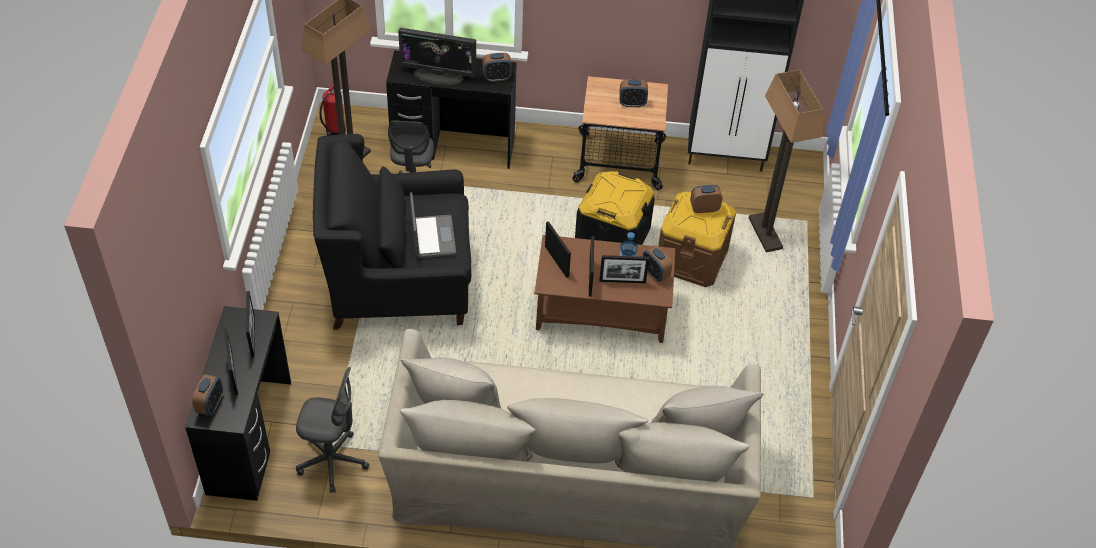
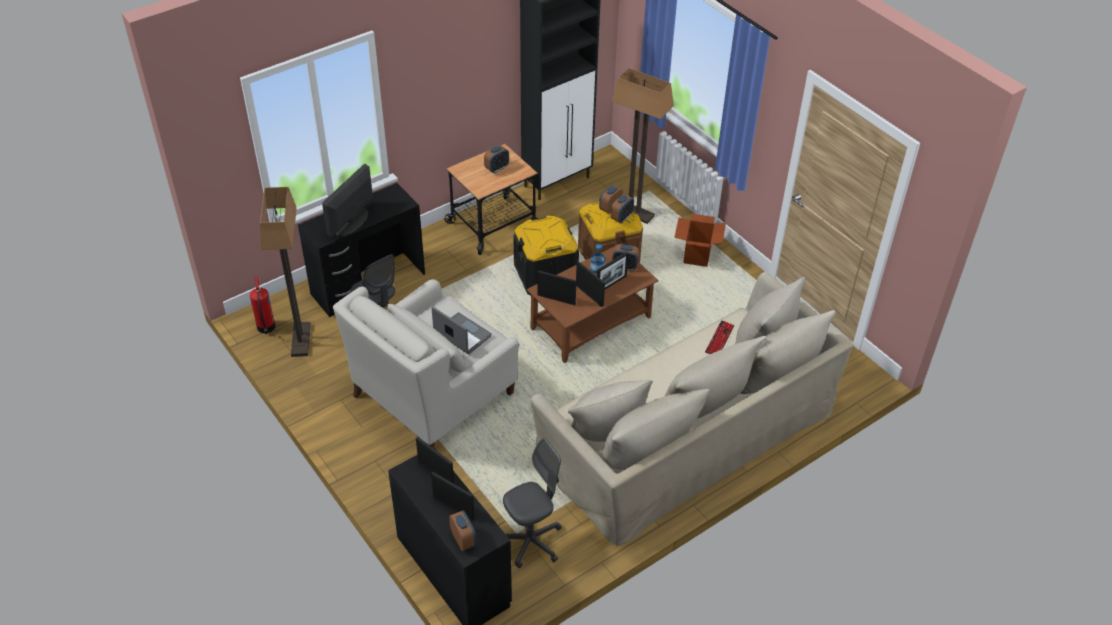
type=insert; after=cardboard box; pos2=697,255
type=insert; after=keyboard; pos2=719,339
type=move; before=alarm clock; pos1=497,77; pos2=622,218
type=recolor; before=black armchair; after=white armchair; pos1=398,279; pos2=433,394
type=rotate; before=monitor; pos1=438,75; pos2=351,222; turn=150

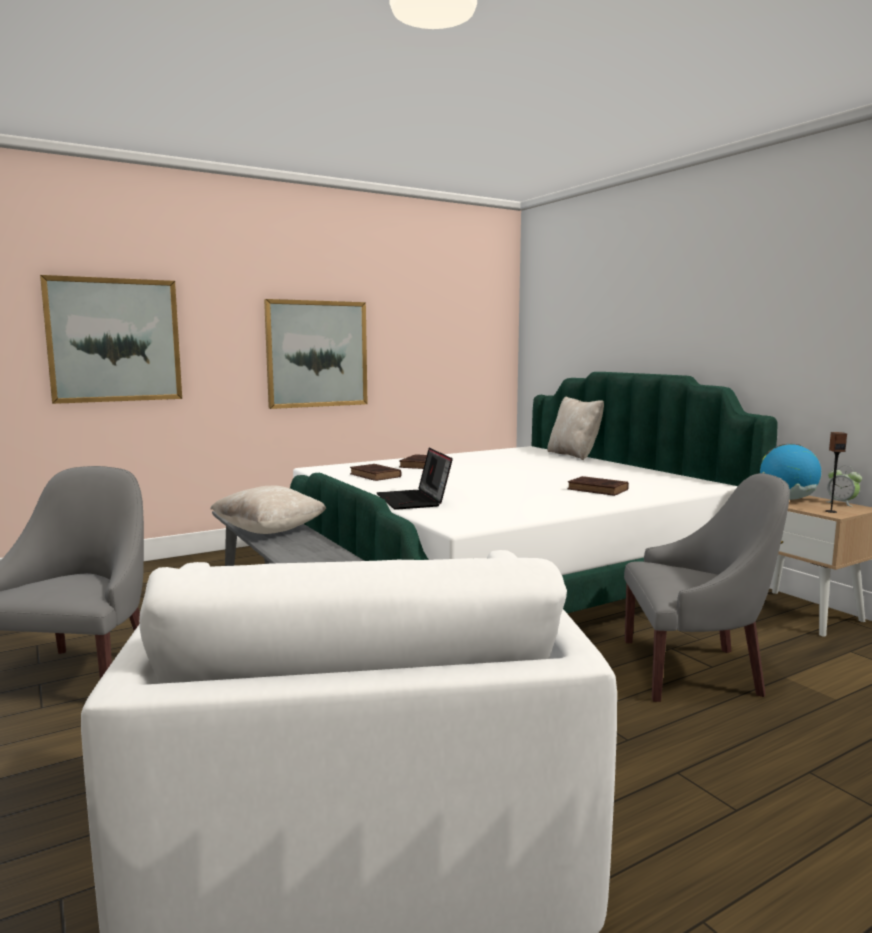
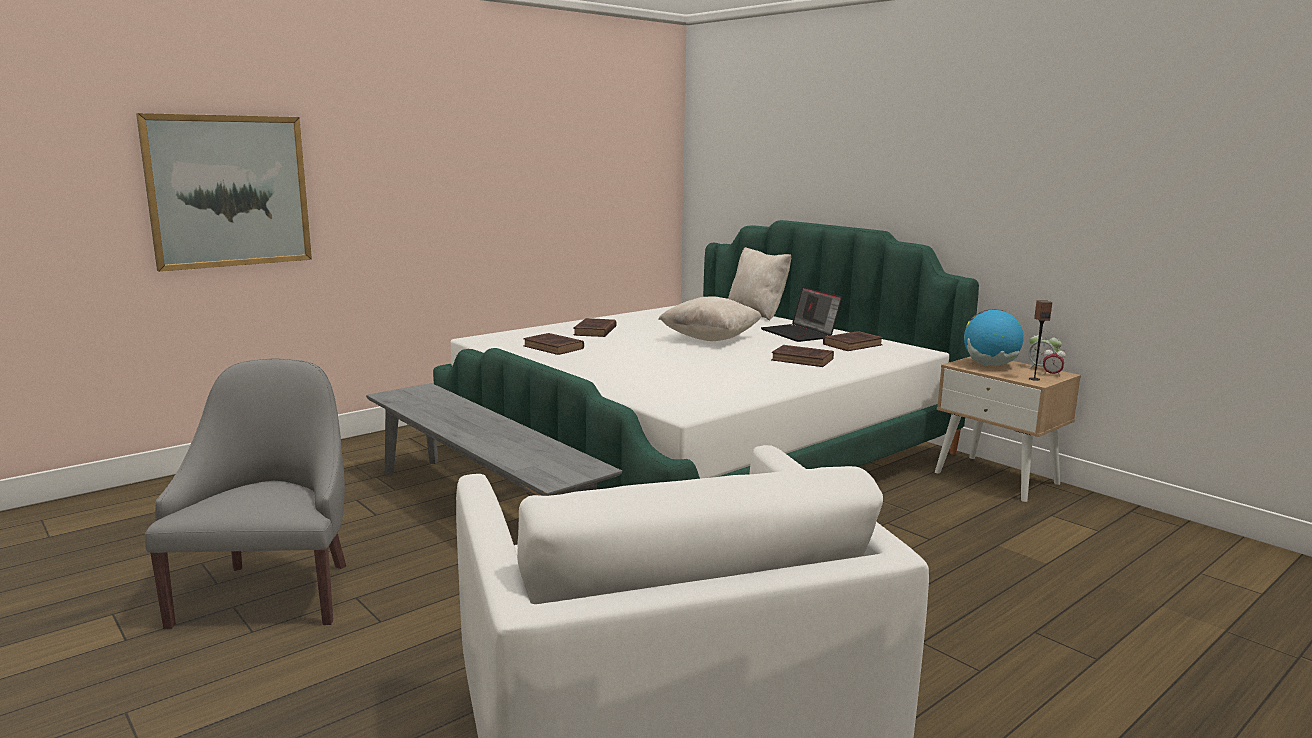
type=delete; before=picture; pos1=317,354
type=delete; before=grey armchair; pos1=694,670
type=insert; after=brown book; pos2=853,344
type=insert; after=alarm clock; pos2=1051,375
type=move; before=beige pillow; pos1=269,530; pos2=710,338
type=move; before=laptop; pos1=414,500; pos2=800,334

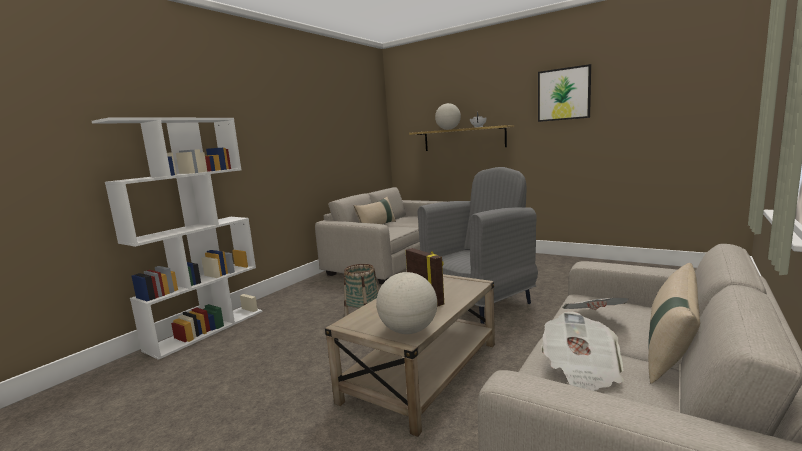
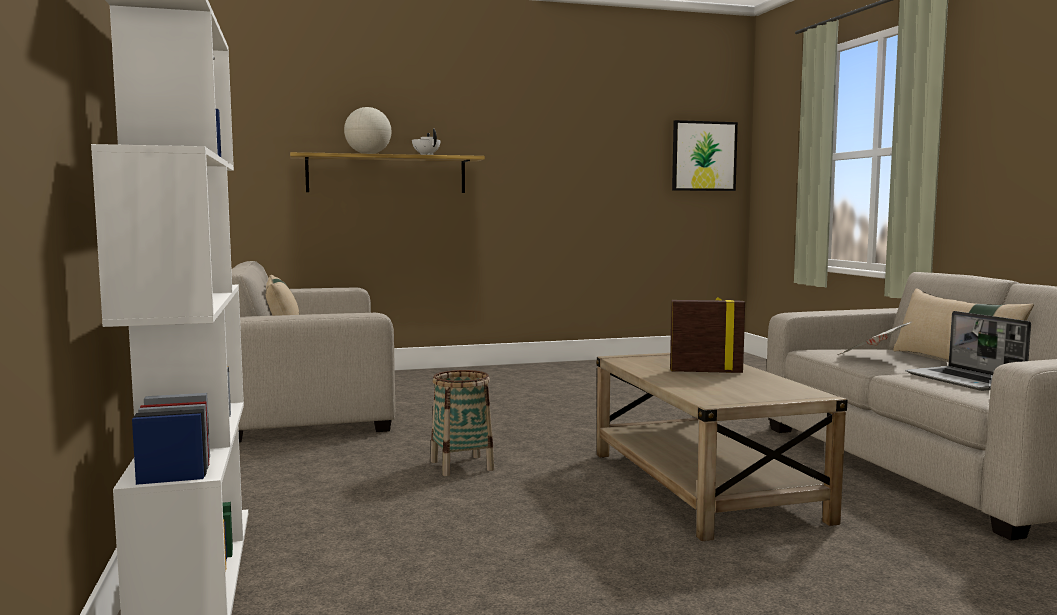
type=delete; before=globe; pos1=408,331
type=delete; before=grey armchair; pos1=479,301
type=move; before=picture; pos1=563,94; pos2=703,156
type=replace; before=newspaper; after=laptop; pos1=581,370; pos2=965,381

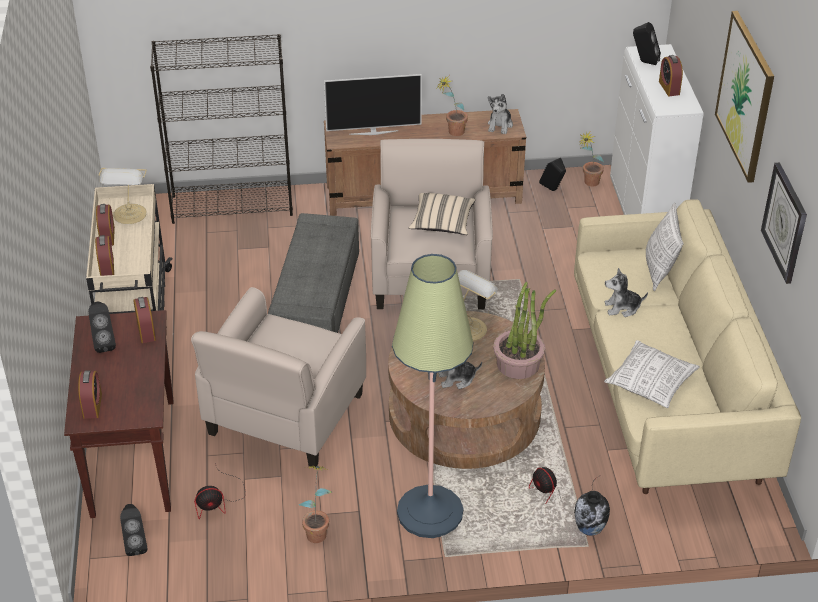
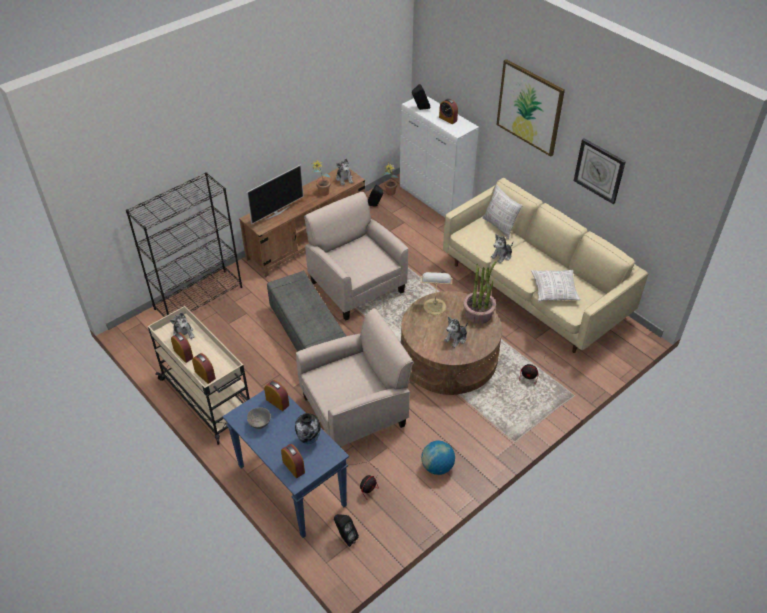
type=delete; before=floor lamp; pos1=430,512
type=delete; before=beige pillow; pos1=442,223
type=move; before=vase; pos1=589,530; pos2=309,439
type=replace; before=black speaker; after=grey bowl; pos1=104,343; pos2=259,424
type=replace; before=table lamp; after=plush toy; pos1=129,215; pos2=183,333
type=replace; before=potted plant; after=globe; pos1=318,530; pos2=437,467
type=recolor; before=brown console table; after=blue console table; pos1=132,456; pos2=290,485
type=rotate; before=beige armchair; pos1=285,416; pos2=355,411; turn=-105

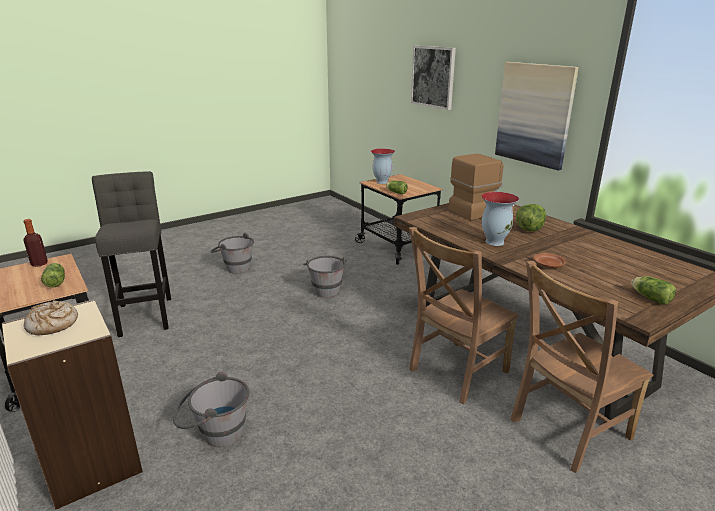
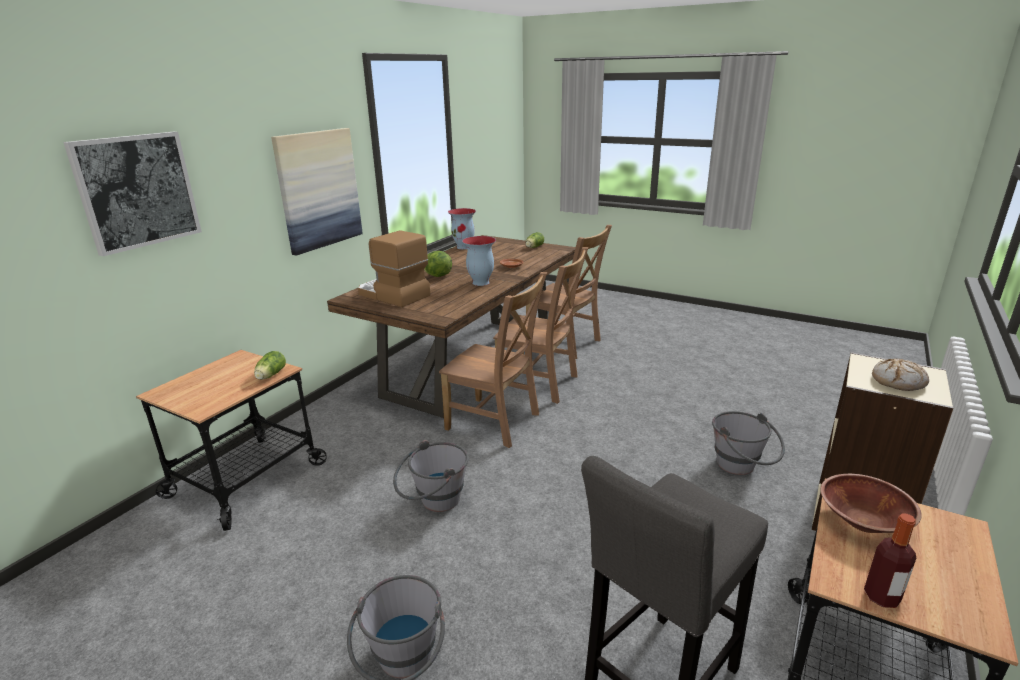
type=insert; after=brown chair; pos2=496,423
type=move; before=vase; pos1=382,182; pos2=464,247
type=replace; before=lettuce; after=brown bowl; pos1=56,281; pos2=864,521

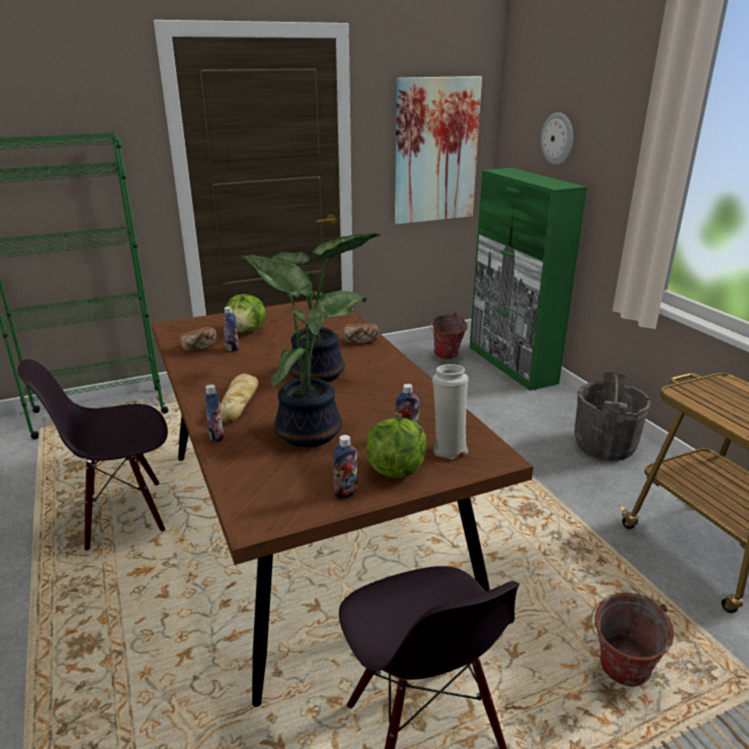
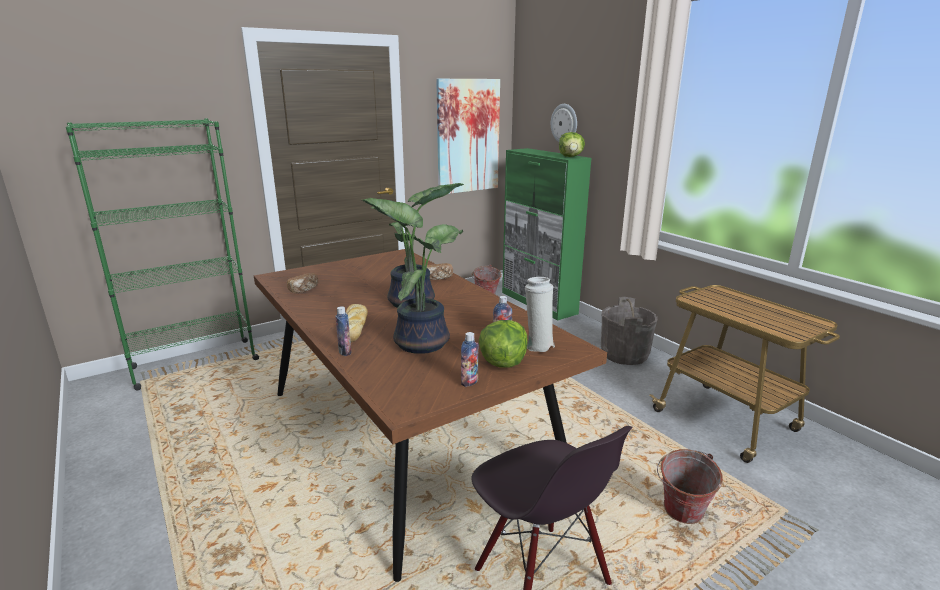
type=delete; before=black chair; pos1=124,514
type=delete; before=bottle; pos1=232,348
type=move; before=lettuce; pos1=247,331; pos2=571,157

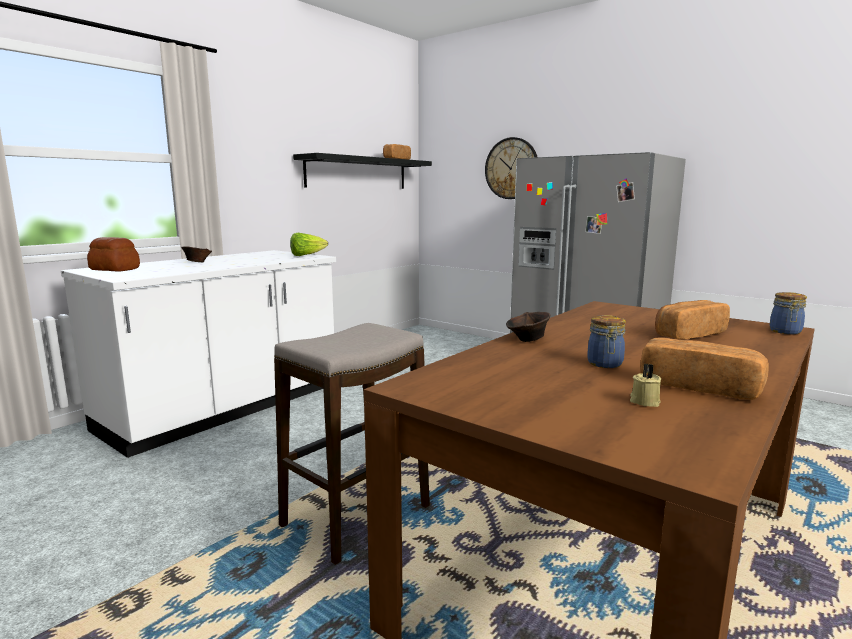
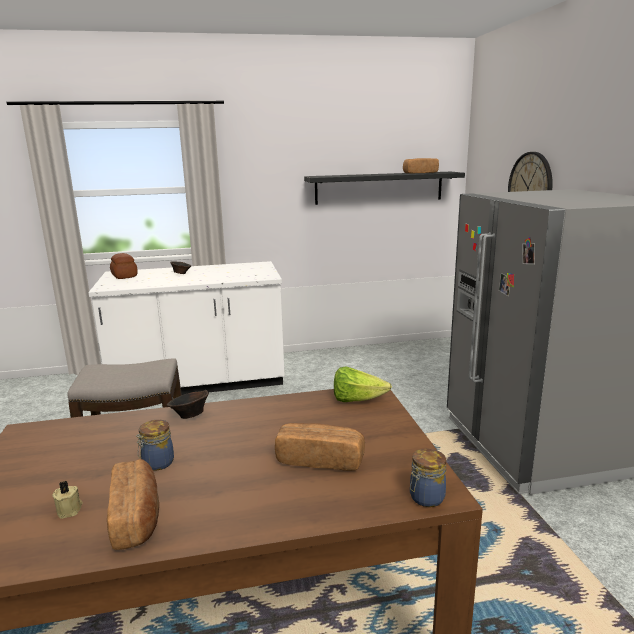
type=move; before=lettuce; pos1=307,255; pos2=357,400

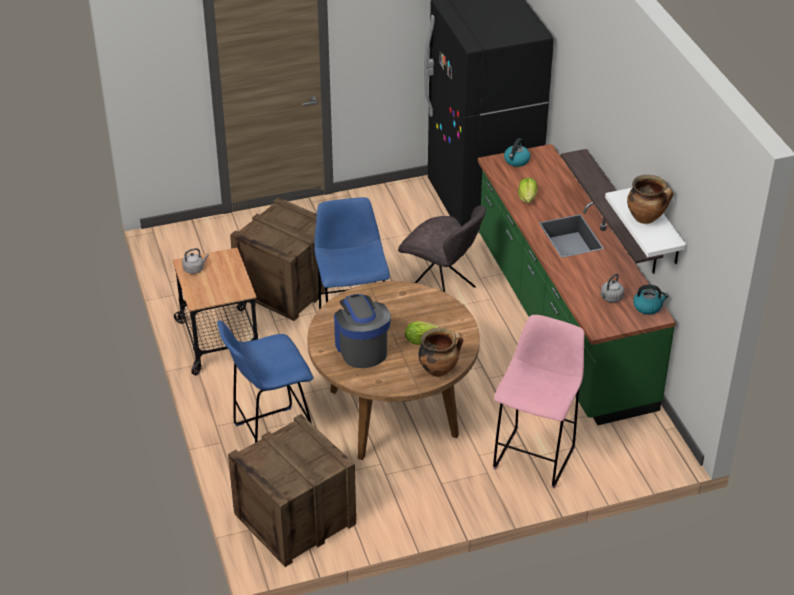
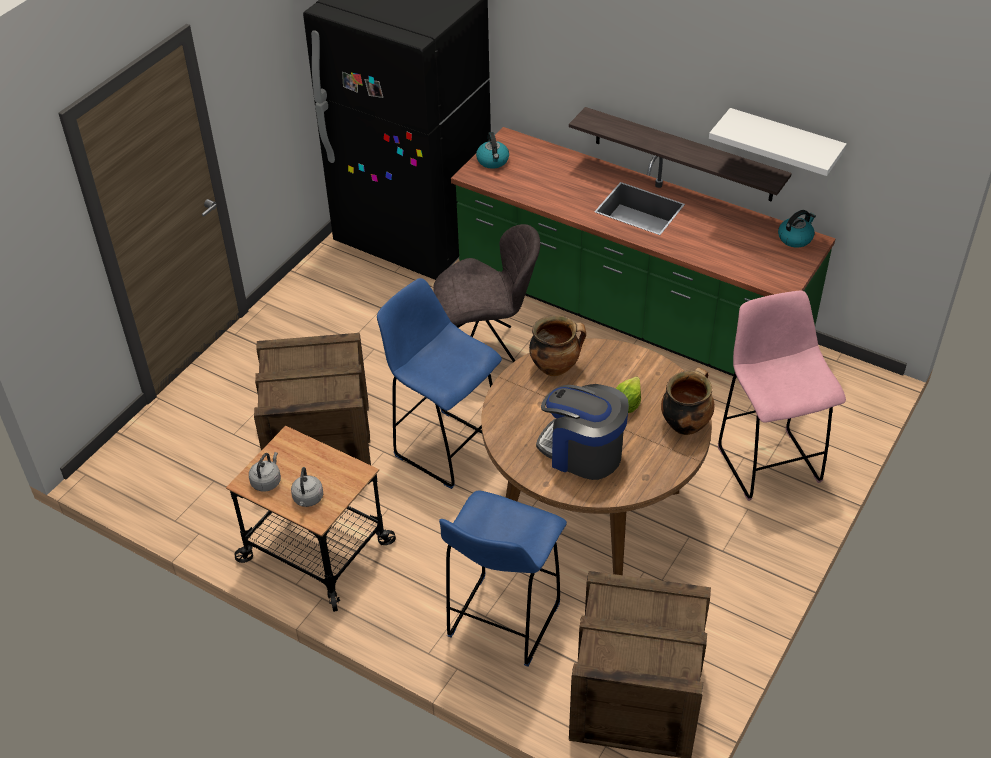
type=delete; before=lettuce; pos1=527,198
type=move; before=grey kettle; pos1=610,298; pos2=308,499
type=move; before=cooking pot; pos1=646,218; pos2=555,367

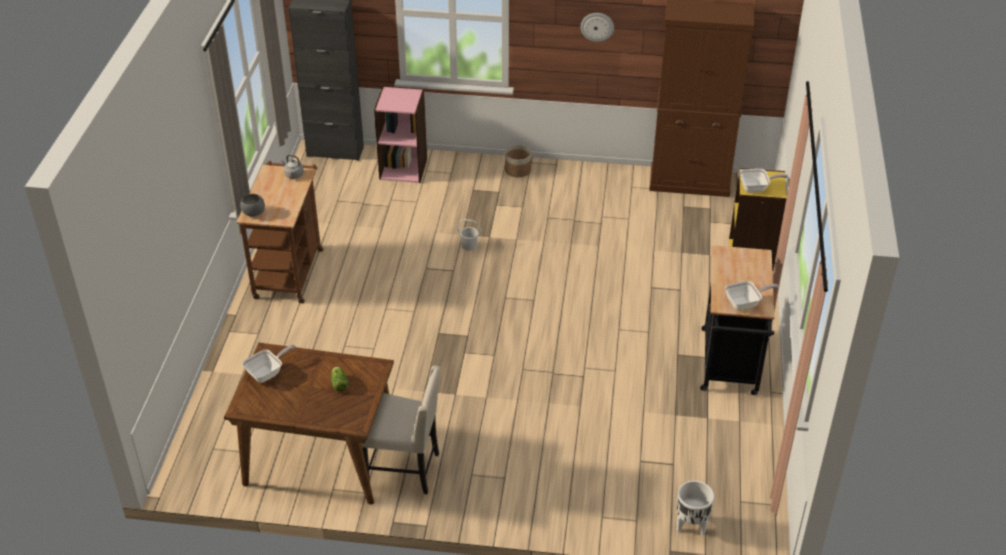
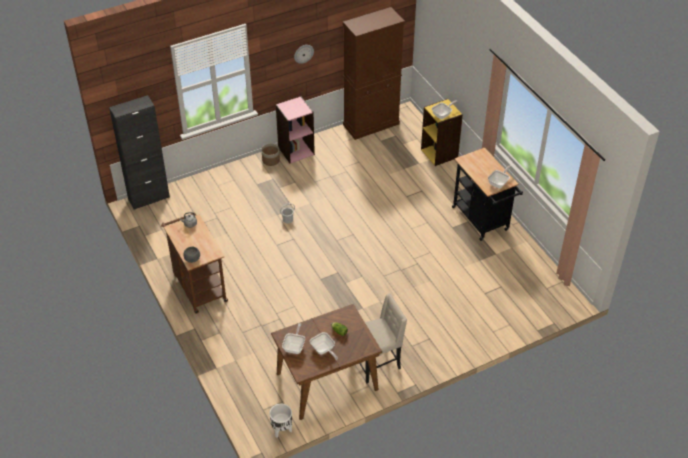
type=insert; after=frying pan; pos2=323,350
type=move; before=pink bookcase; pos1=403,169; pos2=296,151
type=move; before=white planter; pos1=690,526; pos2=281,430

